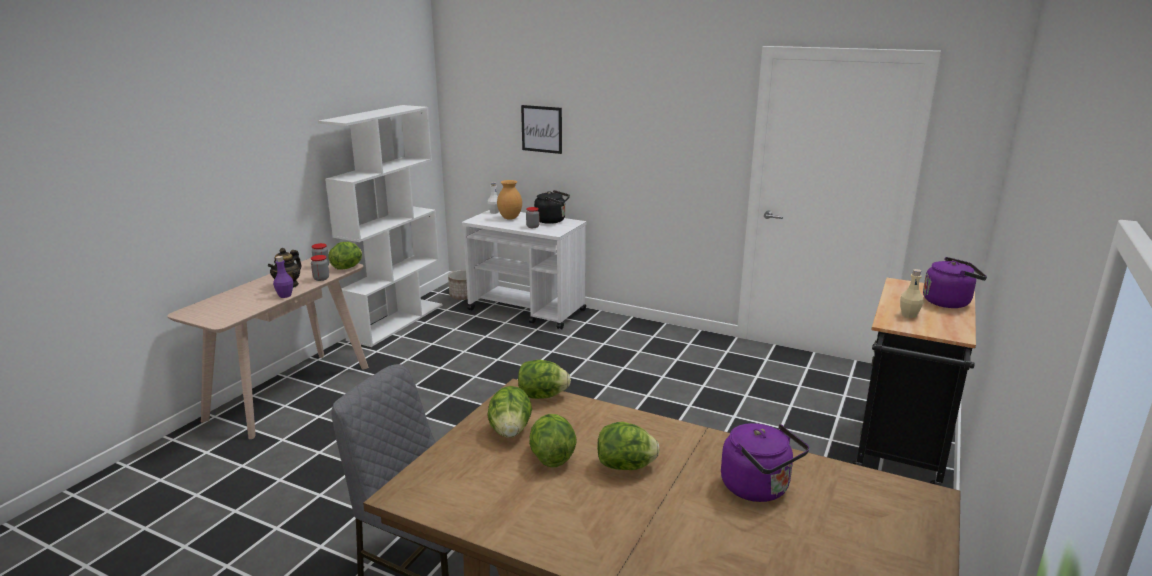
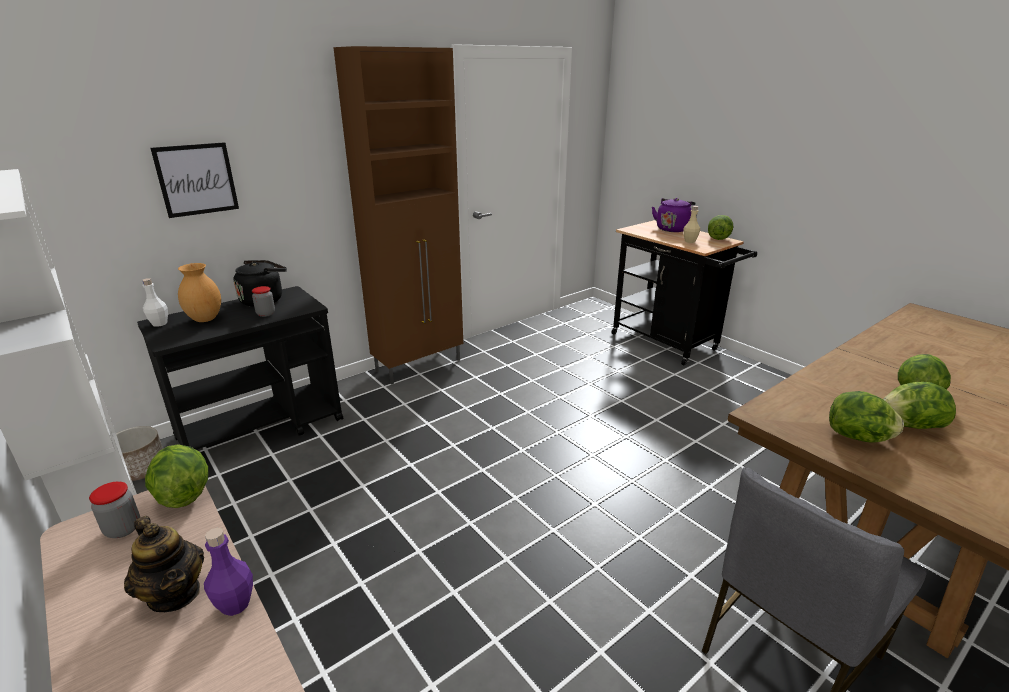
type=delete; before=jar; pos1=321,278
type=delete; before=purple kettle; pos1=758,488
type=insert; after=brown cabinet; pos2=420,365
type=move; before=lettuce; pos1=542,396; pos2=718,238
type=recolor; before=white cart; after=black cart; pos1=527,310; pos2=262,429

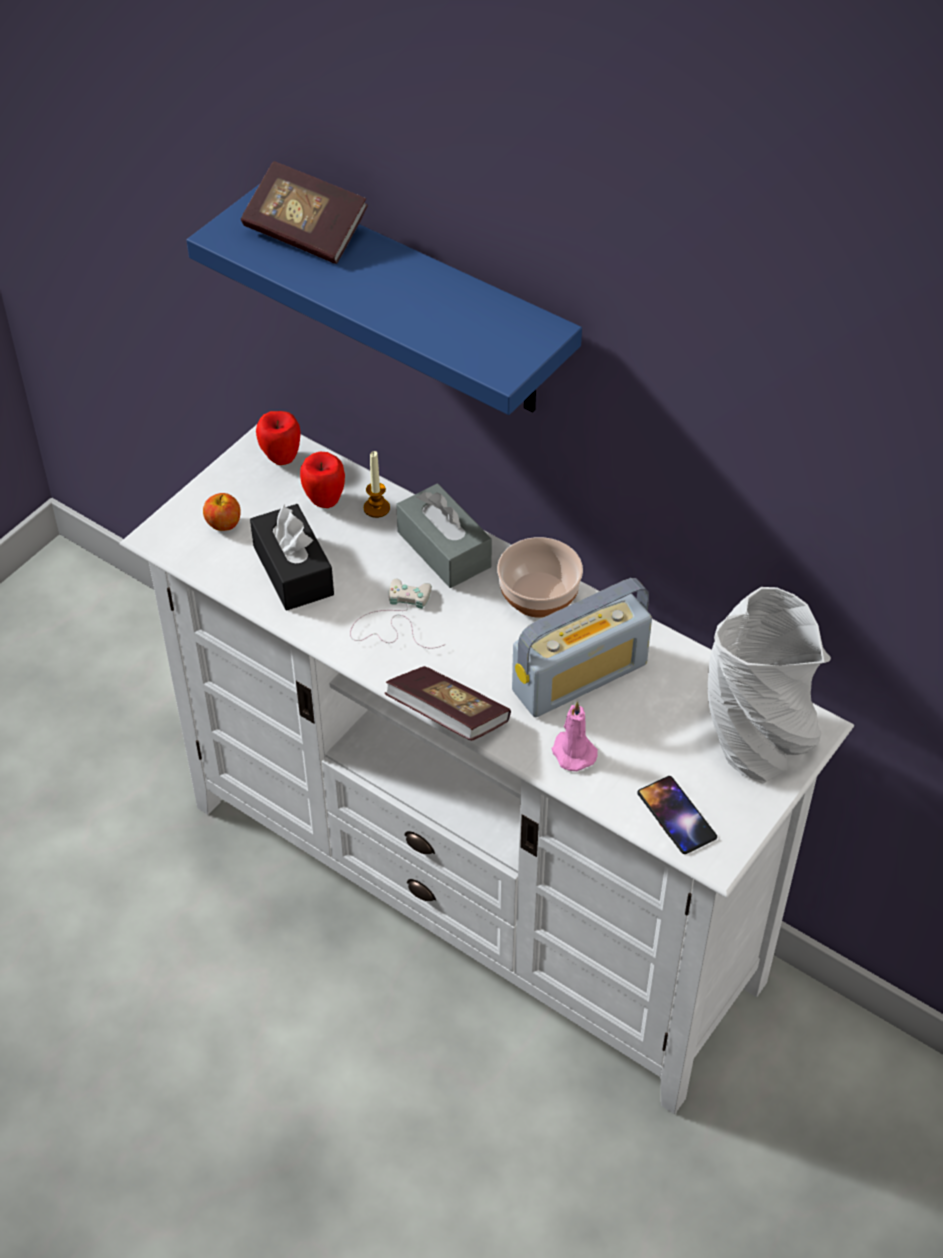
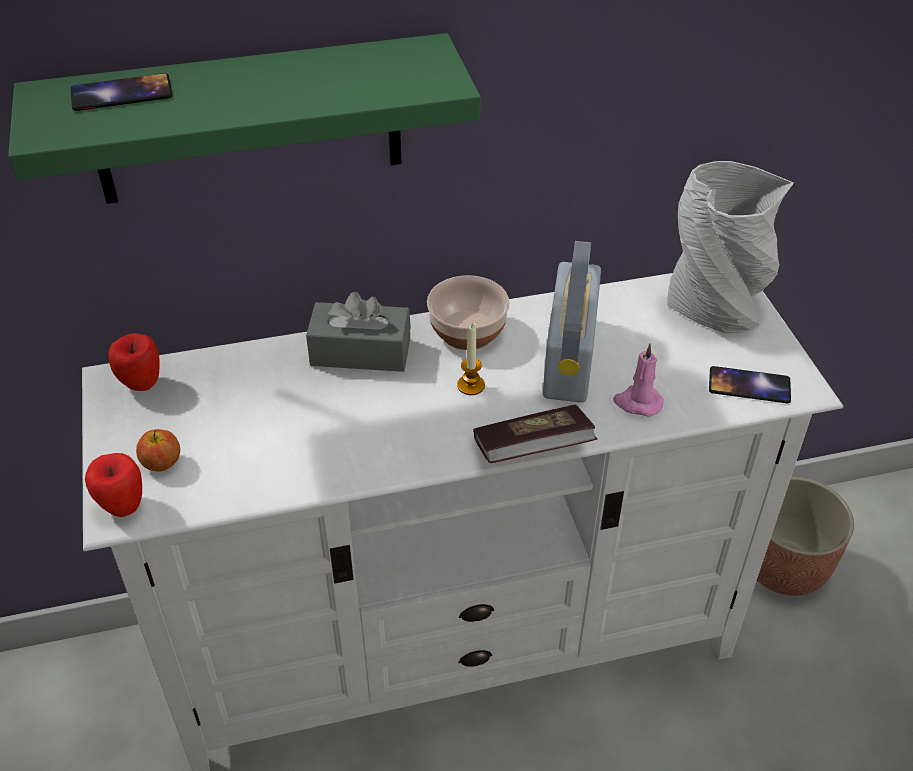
type=delete; before=black tissue box; pos1=293,570
type=delete; before=white game controller; pos1=395,621
type=insert; after=planter; pos2=784,566
type=move; before=apple; pos1=324,500; pos2=123,508
type=move; before=candle; pos1=376,508; pos2=471,385
type=replace; before=book; after=phone; pos1=306,233; pos2=121,93
type=recolor; before=blue shelf; after=green shelf; pos1=418,303; pos2=248,121

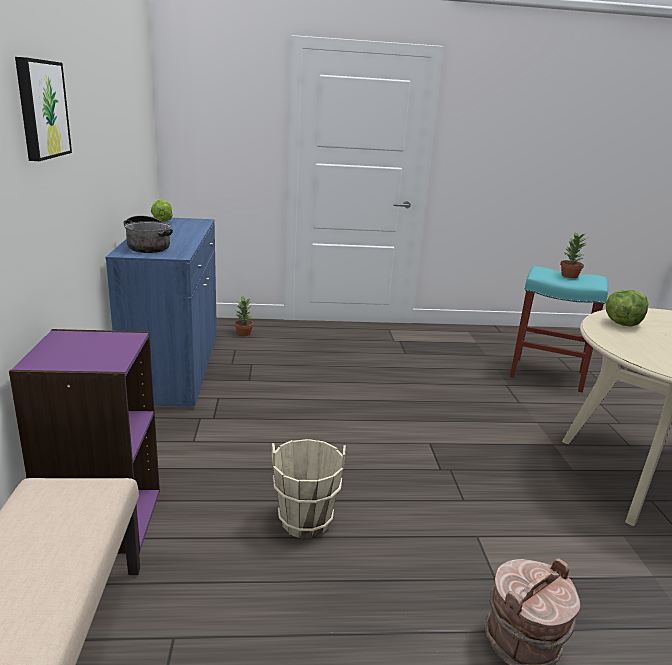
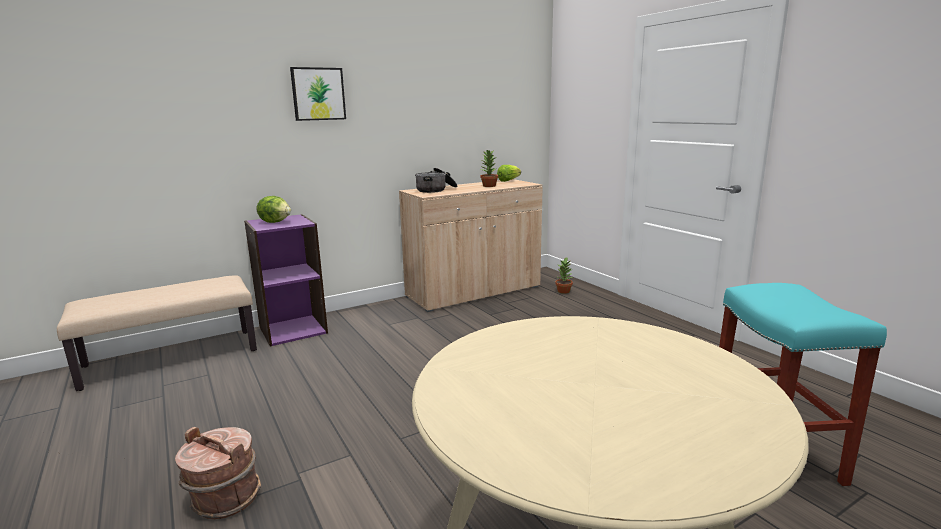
type=delete; before=beige bucket; pos1=305,521
type=move; before=potted plant; pos1=569,276; pos2=488,186
type=move; before=lettuce; pos1=622,323; pos2=275,222
type=recolor; before=blue cabinet; after=beige cabinet; pos1=175,368; pos2=474,292

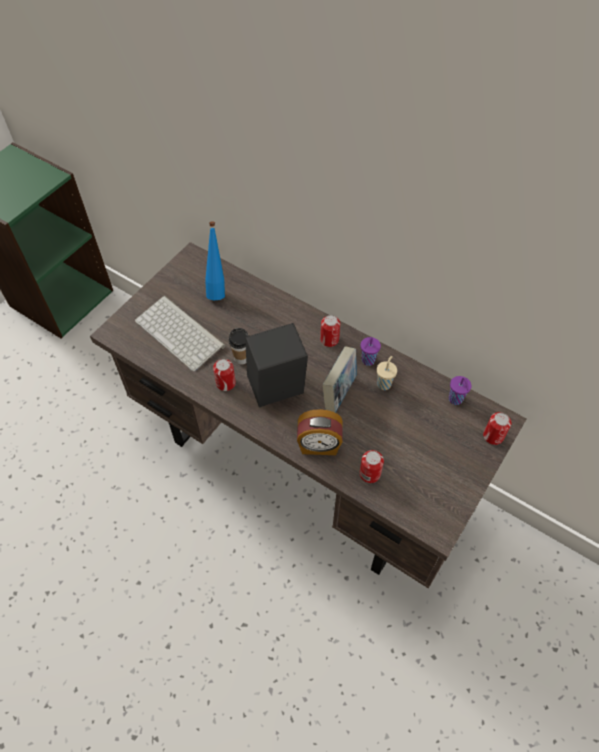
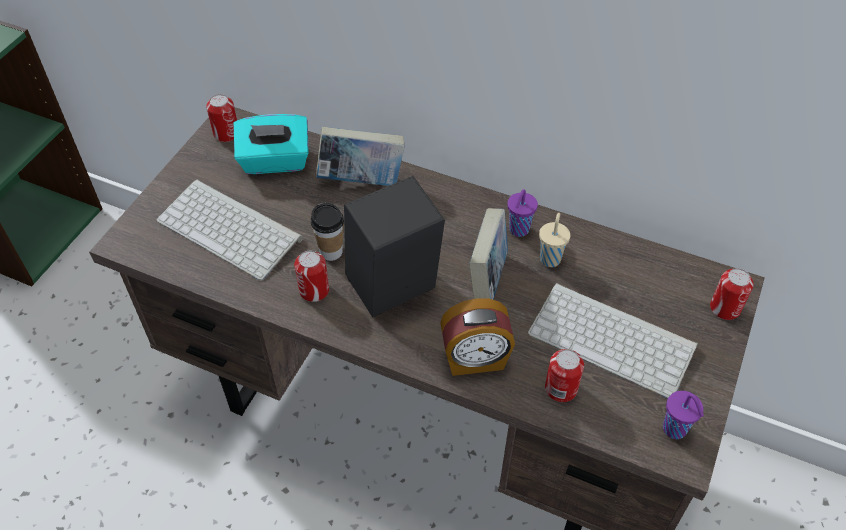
type=insert; after=book; pos2=361,180
type=insert; after=keyboard; pos2=614,339
type=move; before=can; pos1=329,339; pos2=226,133
type=move; before=purple cup; pos1=456,400; pos2=675,430
type=replace; before=blue bottle; after=turquoise tissue box; pos1=217,289; pos2=275,161

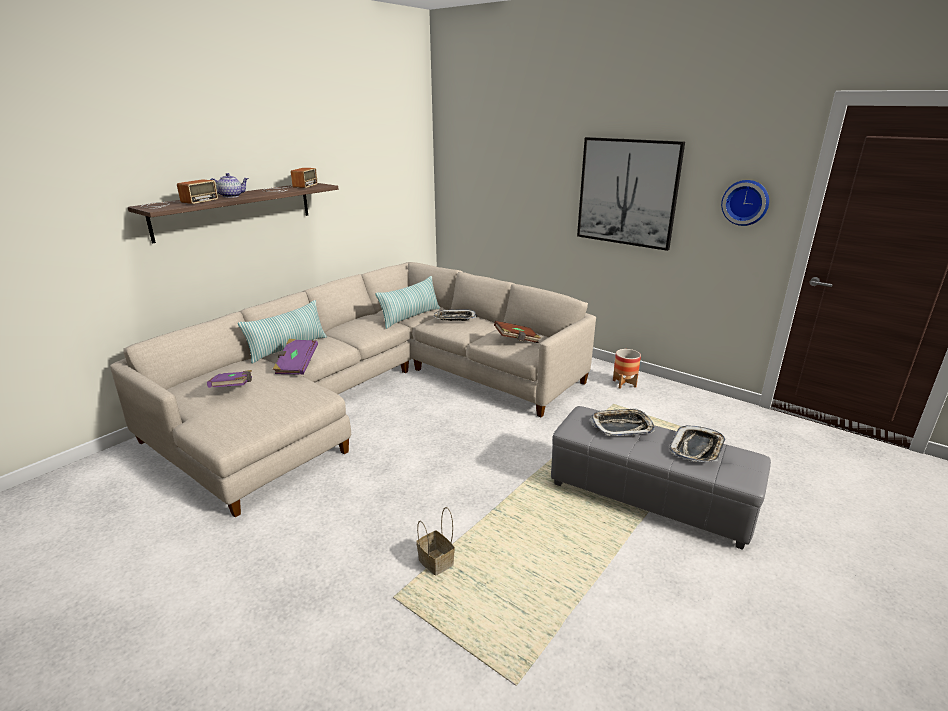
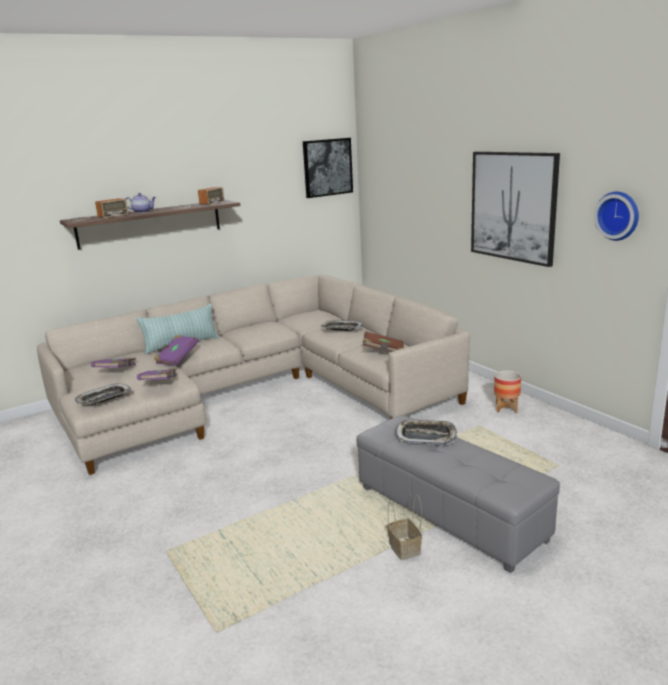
type=delete; before=pillow; pos1=410,317
type=insert; after=purple book; pos2=160,383
type=insert; after=picture; pos2=327,167
type=move; before=basket; pos1=437,562; pos2=405,549
type=move; before=tray; pos1=697,448; pos2=104,398

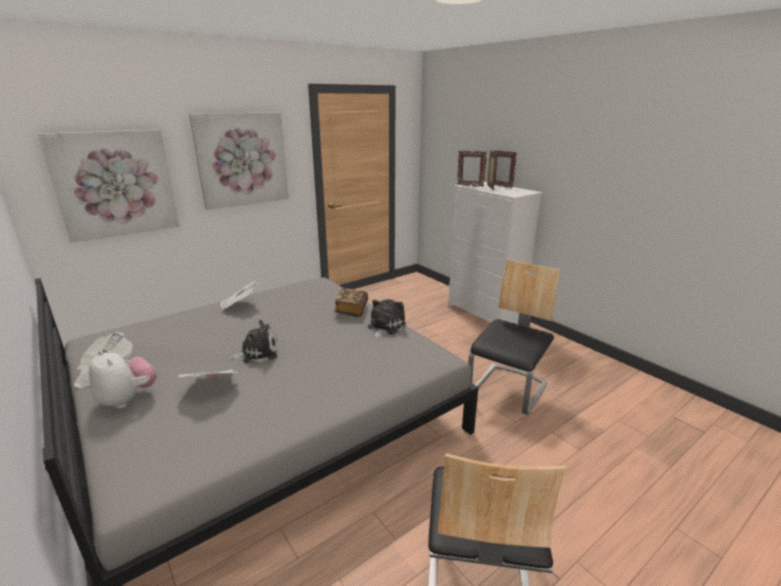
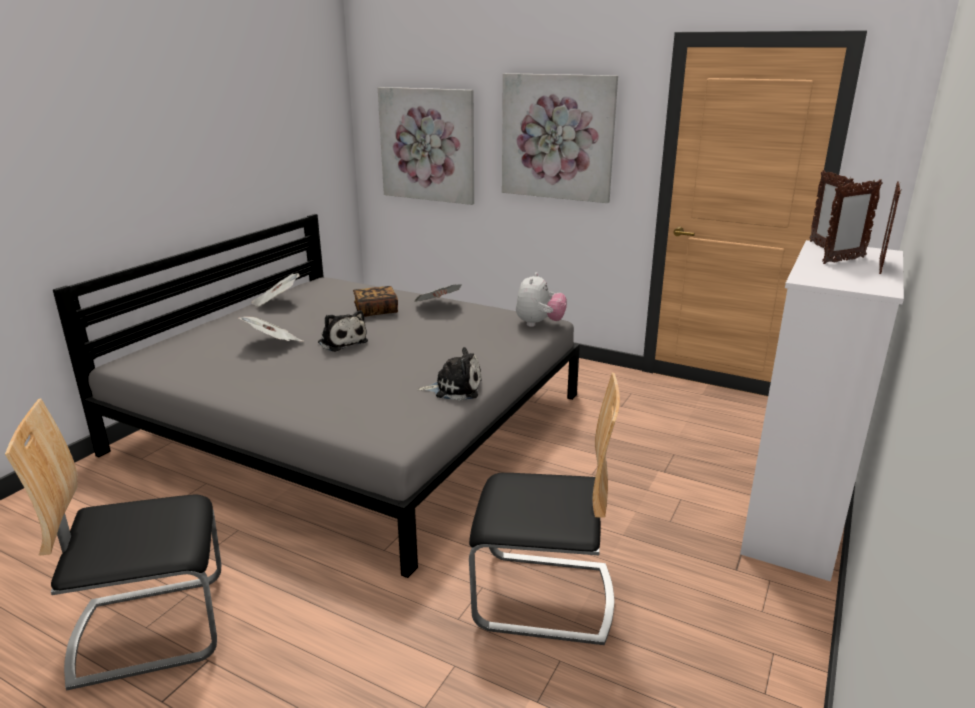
type=move; before=plush toy; pos1=128,399; pos2=539,324
type=move; before=book; pos1=351,310; pos2=376,311

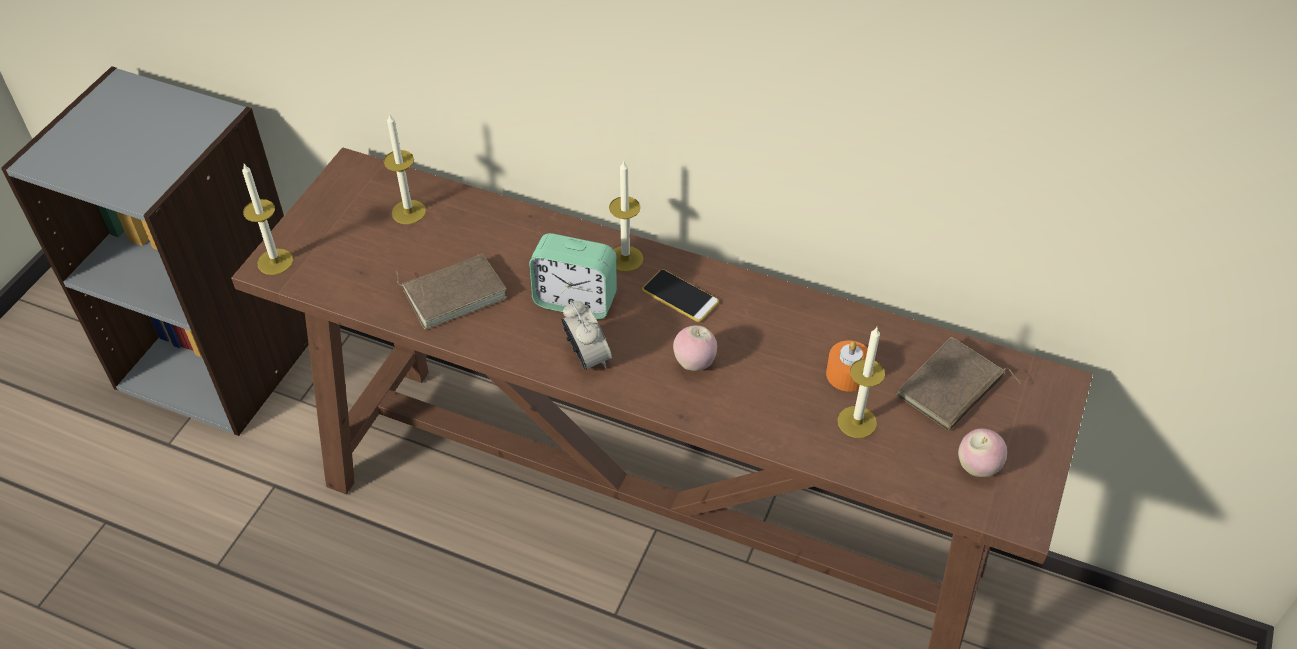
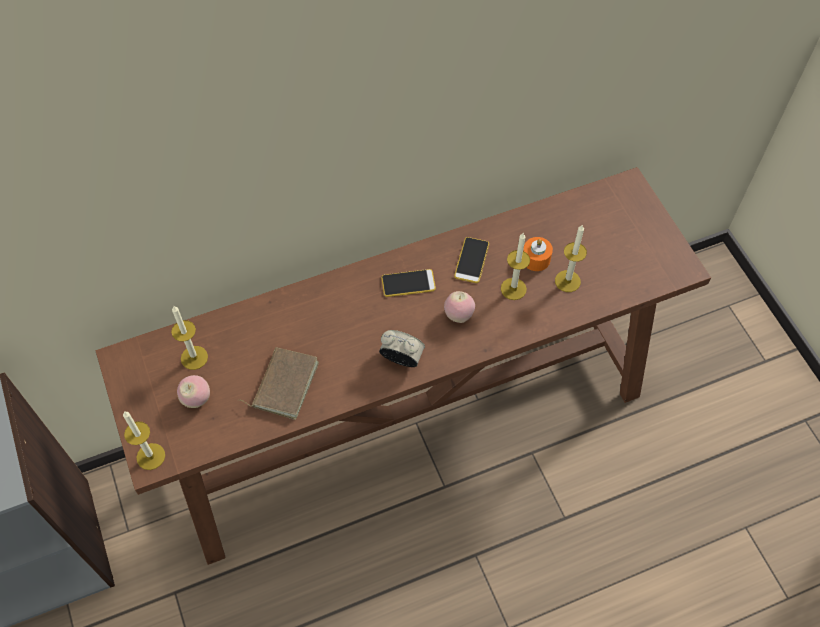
type=delete; before=alarm clock; pos1=575,300
type=delete; before=brown book; pos1=952,389
type=insert; after=phone; pos2=471,260
type=move; before=candle; pos1=625,259; pos2=513,289
type=move; before=apple; pos1=977,467; pos2=196,399

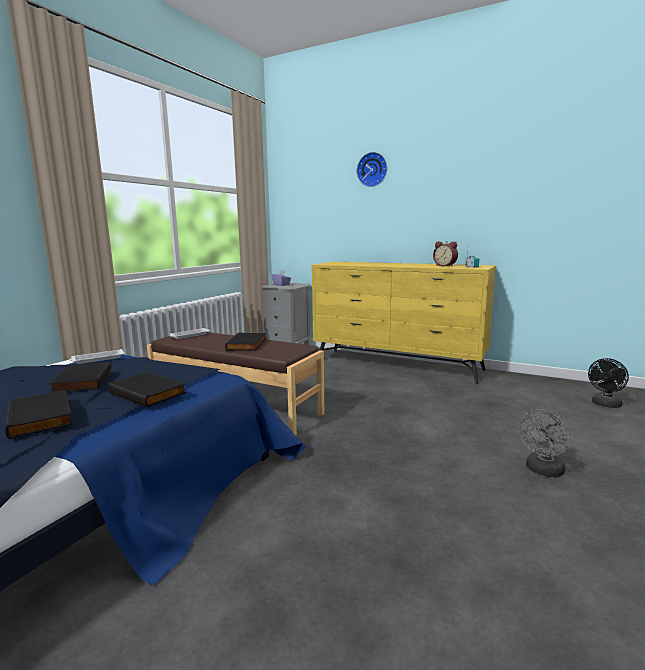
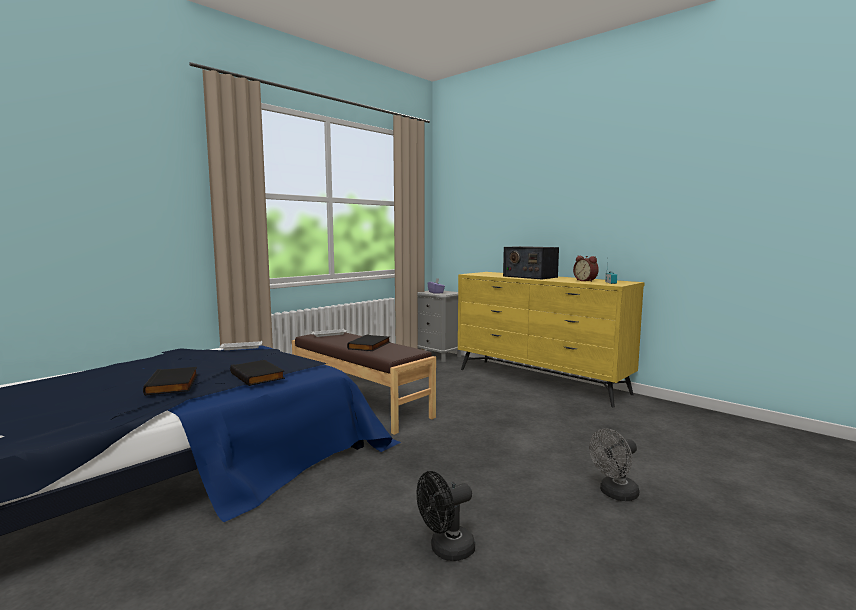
type=delete; before=black book; pos1=81,381
type=delete; before=wall clock; pos1=372,170
type=insert; after=radio; pos2=529,277
type=move; before=black fan; pos1=605,405; pos2=446,550

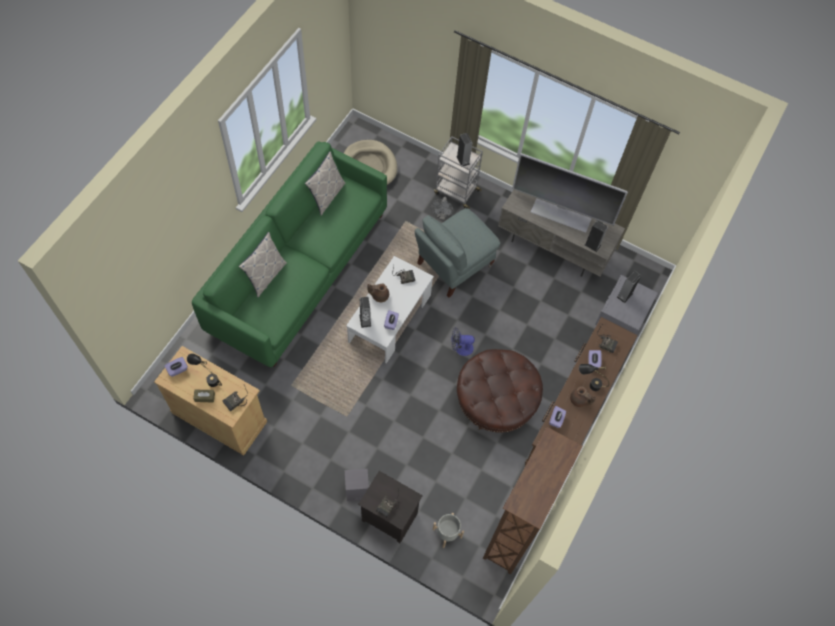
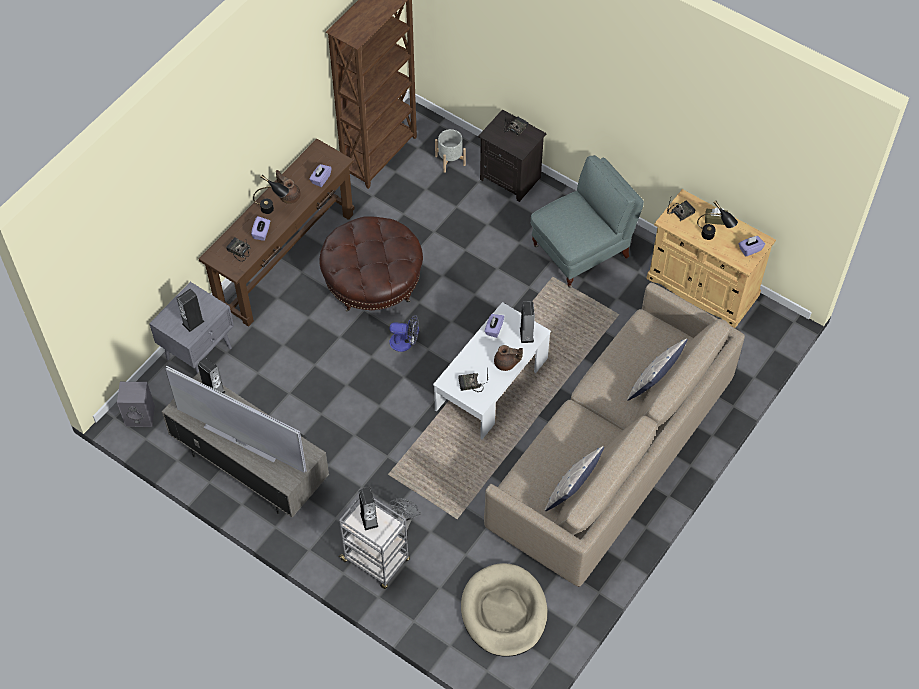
type=move; before=grey speaker; pos1=356,491; pos2=141,415
type=move; before=grey armchair; pos1=454,265; pos2=581,251
type=recolor; before=green sofa; after=beige sofa; pos1=298,271; pos2=611,456

